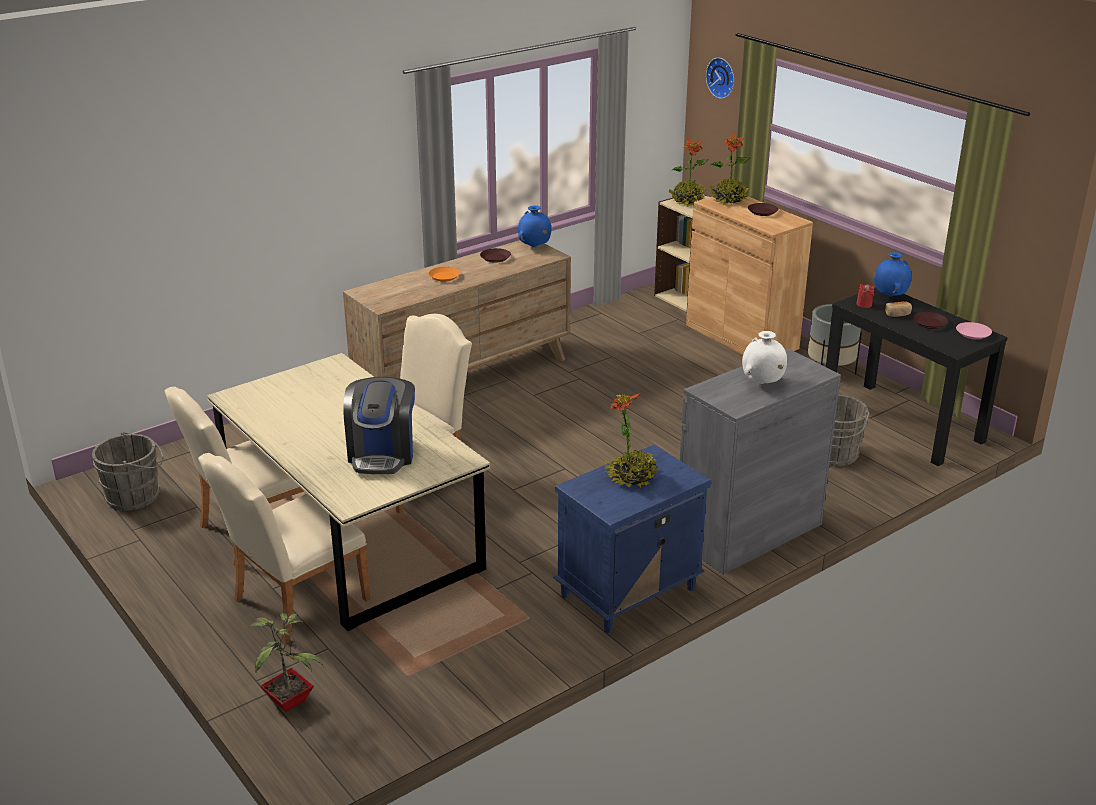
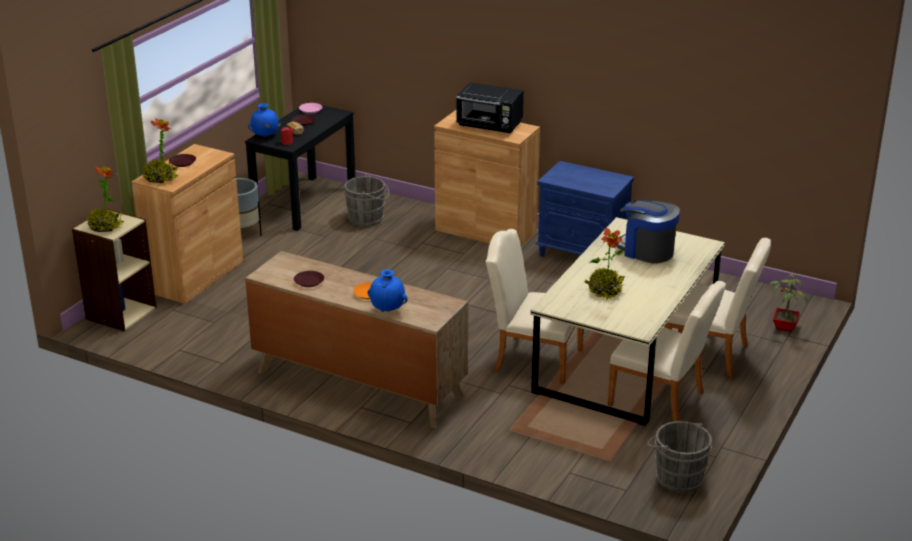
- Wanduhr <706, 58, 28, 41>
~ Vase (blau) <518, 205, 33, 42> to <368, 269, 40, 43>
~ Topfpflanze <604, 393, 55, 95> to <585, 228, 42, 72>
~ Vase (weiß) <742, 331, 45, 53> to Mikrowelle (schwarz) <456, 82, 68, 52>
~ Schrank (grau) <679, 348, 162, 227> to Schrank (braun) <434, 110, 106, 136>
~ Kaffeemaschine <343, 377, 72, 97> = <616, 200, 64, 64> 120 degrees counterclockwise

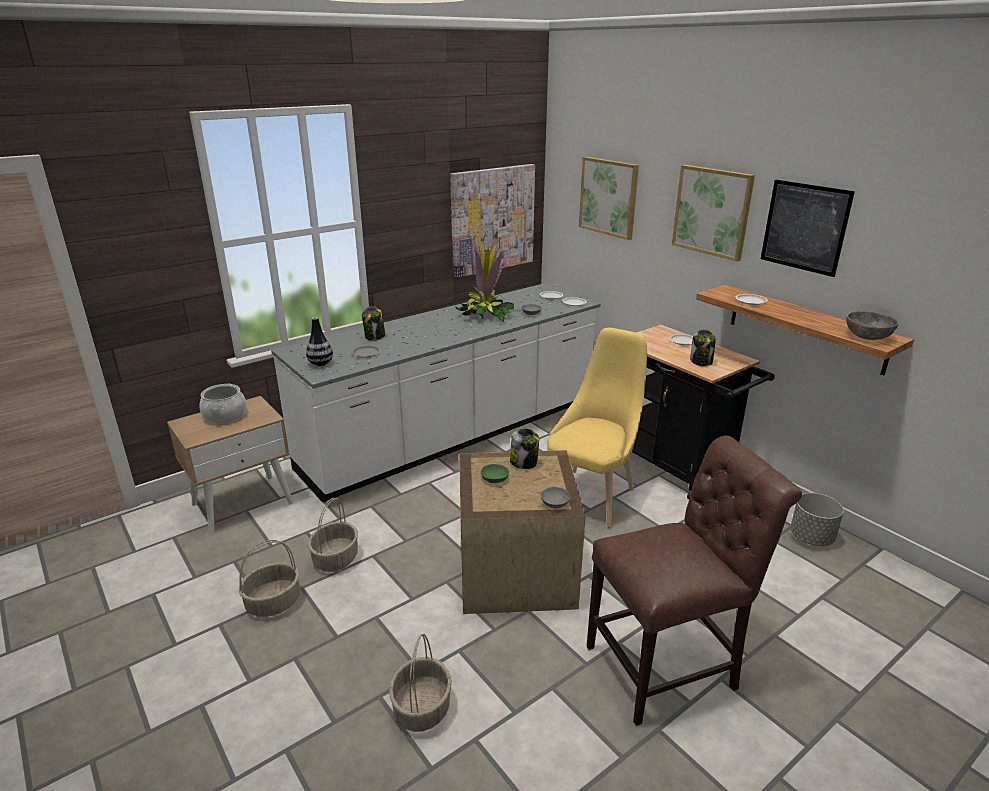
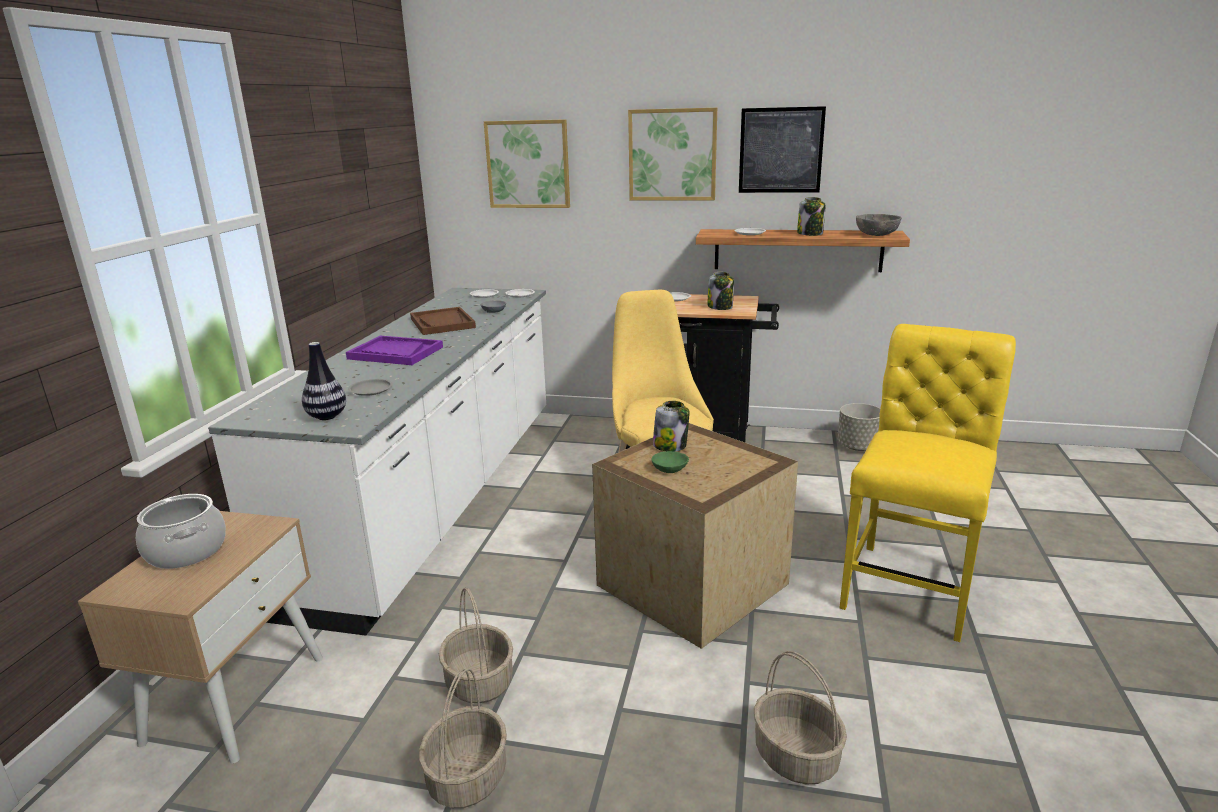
- Bild <450, 164, 85, 114>
- Schüssel (grau) <541, 487, 30, 21>
+ Tablett (lila) <346, 335, 97, 30>
~ Vorratsglas <362, 306, 23, 35> to <797, 197, 28, 39>
~ Topfpflanze <455, 232, 59, 90> to Tablett (braun) <410, 307, 66, 28>
~ Stuhl (braun) <587, 436, 215, 290> to Stuhl (gelb) <840, 324, 176, 318>

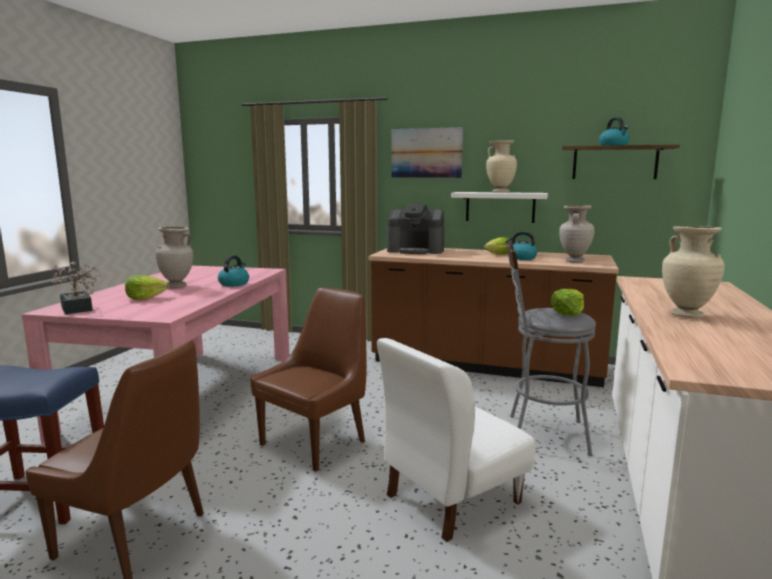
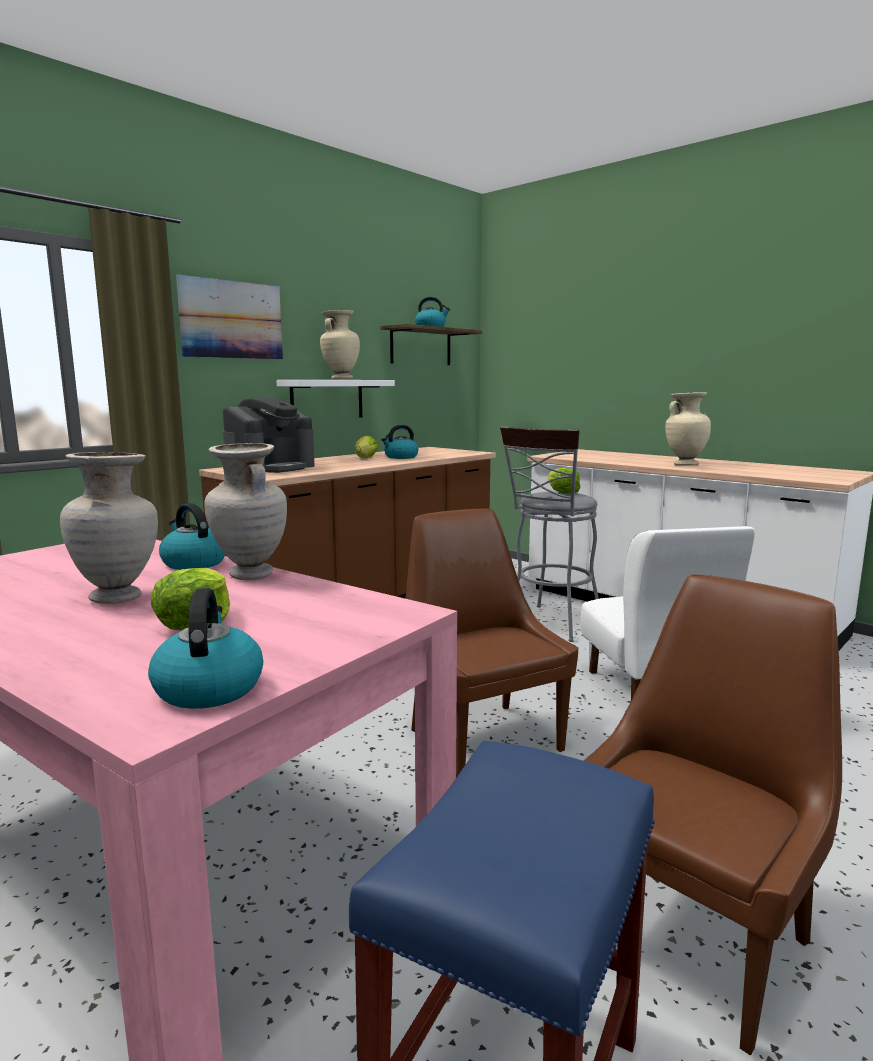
~ Vase (beige) <559, 205, 36, 57> to <204, 443, 83, 137>
~ Topfpflanze <51, 261, 50, 53> to Wasserkessel <148, 588, 115, 121>

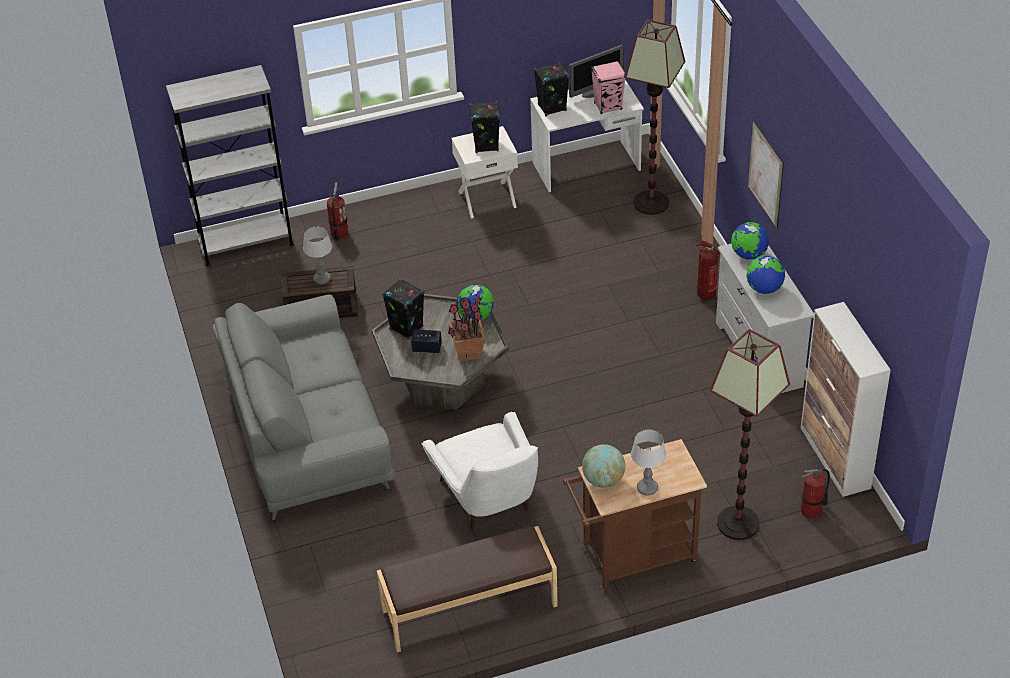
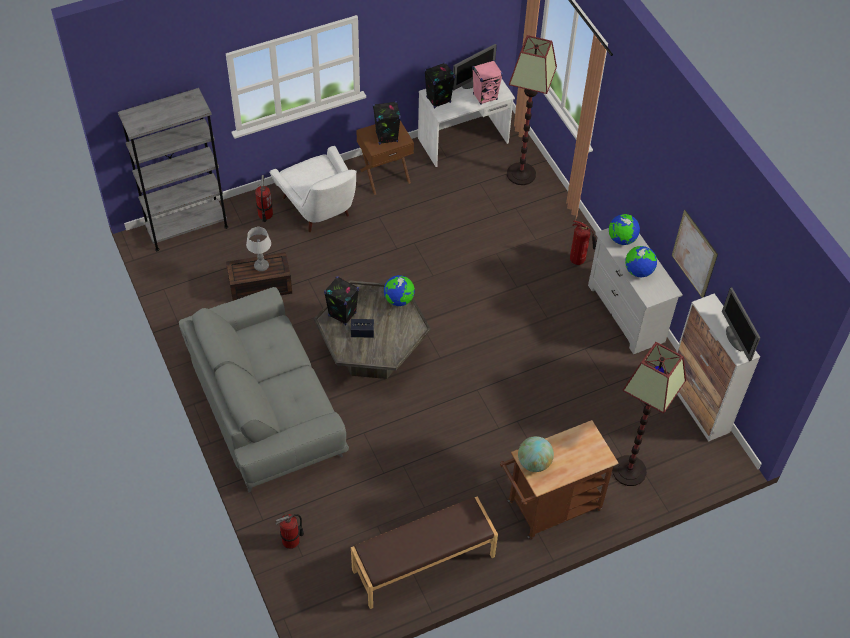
- Topfpflanze <448, 295, 37, 67>
- Tischlampe <631, 430, 35, 66>
+ Monitor <722, 287, 38, 74>
~ Sessel (weiß) <421, 412, 117, 118> to <269, 146, 88, 86>
~ Bild <748, 121, 36, 107> to <672, 210, 46, 88>
~ Feuerlöscher <801, 468, 29, 51> to <275, 514, 29, 35>
~ Nachttisch (weiß) <452, 126, 66, 93> to Nachttisch (braun) <356, 121, 58, 74>

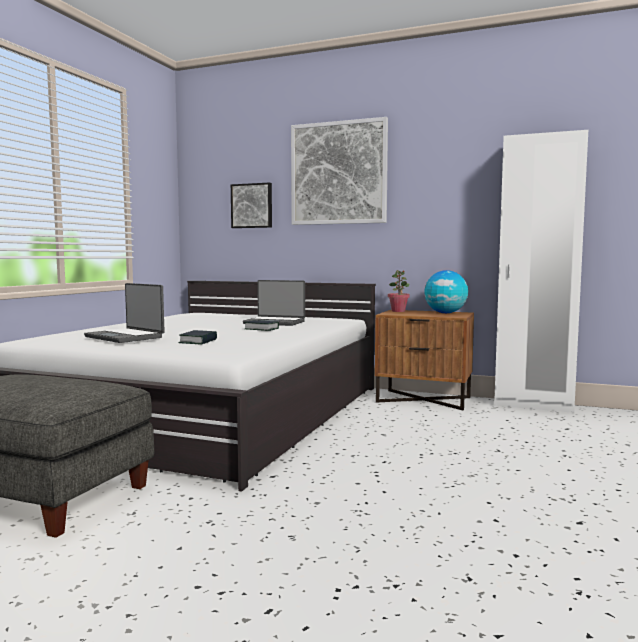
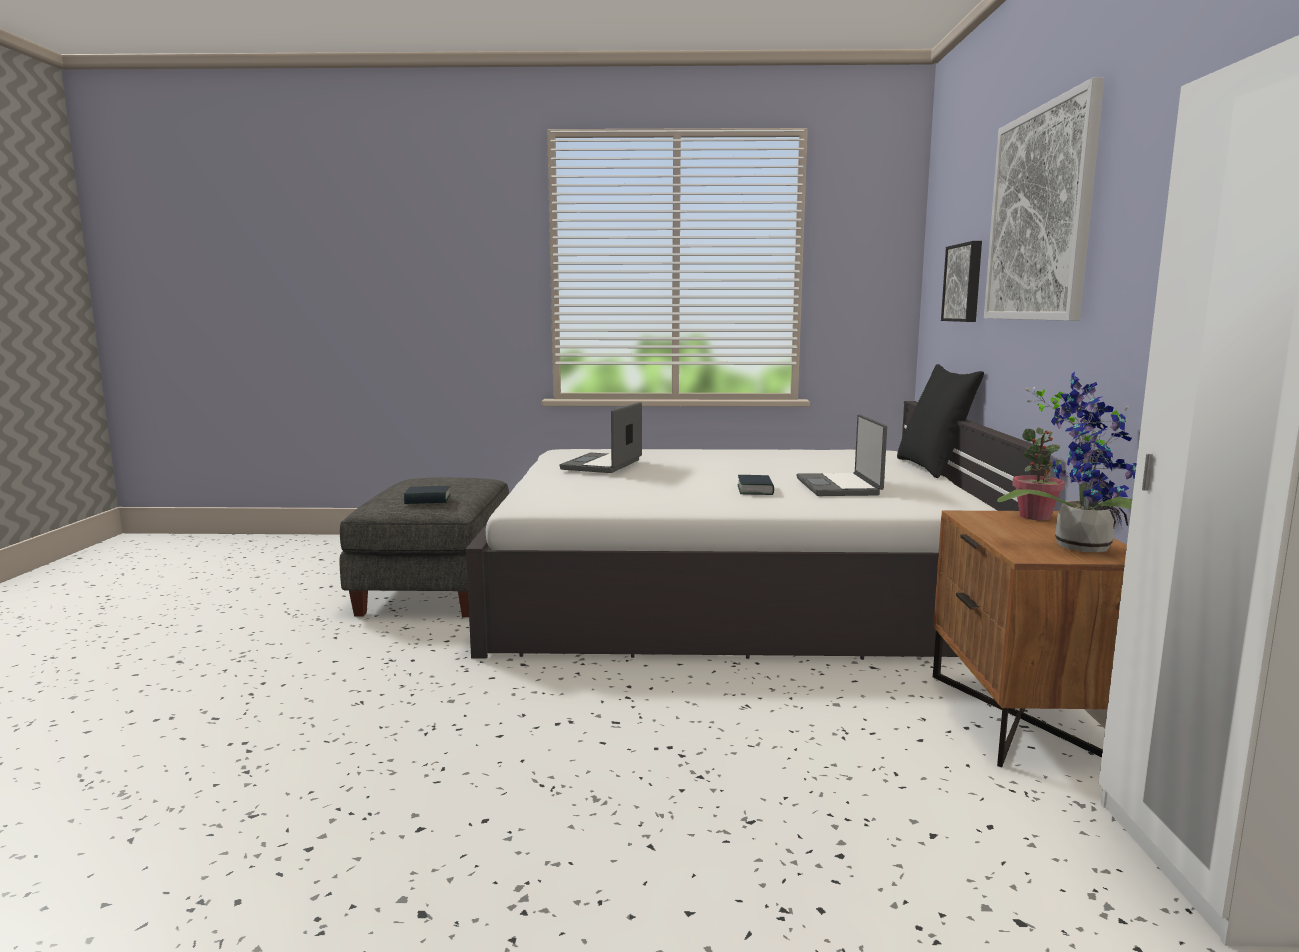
+ Kissen (schwarz) <897, 364, 87, 114>
~ Buch <179, 330, 38, 15> to <404, 486, 46, 18>
~ Globus <424, 270, 44, 43> to Topfpflanze <997, 372, 140, 180>

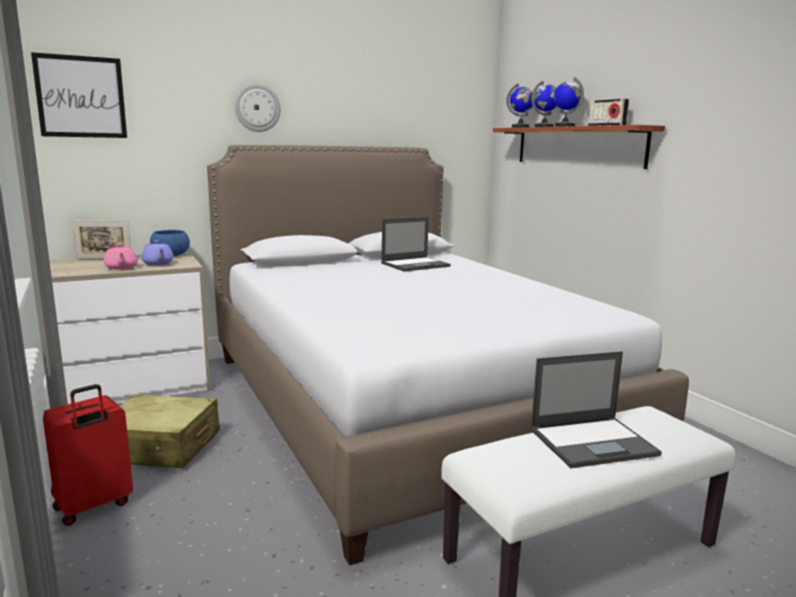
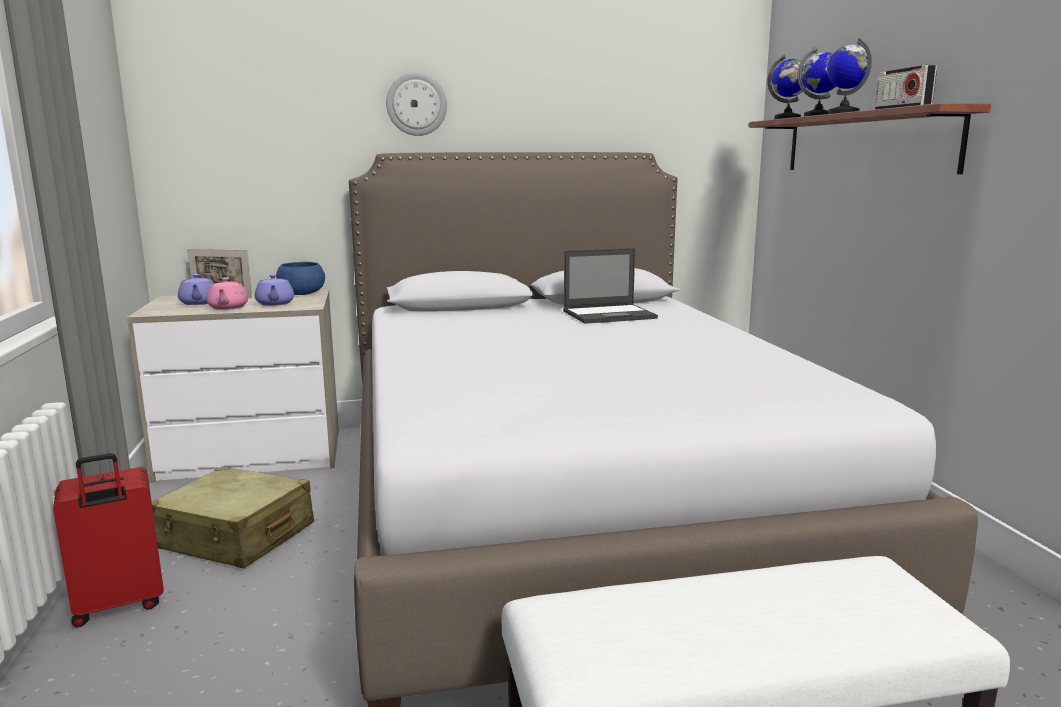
- Bild <31, 52, 96, 86>
- Laptop <530, 351, 132, 117>
+ Teekanne (lila) <178, 274, 36, 31>

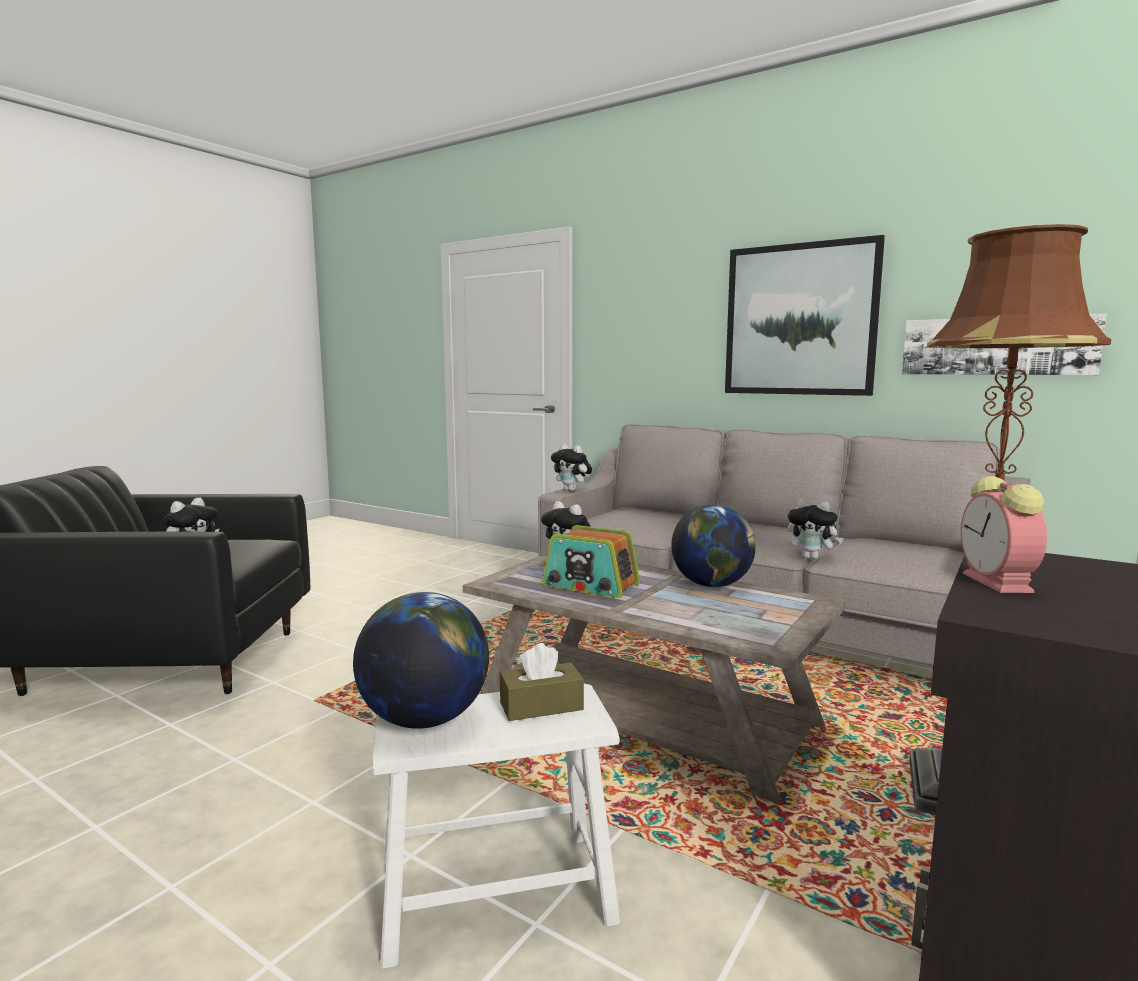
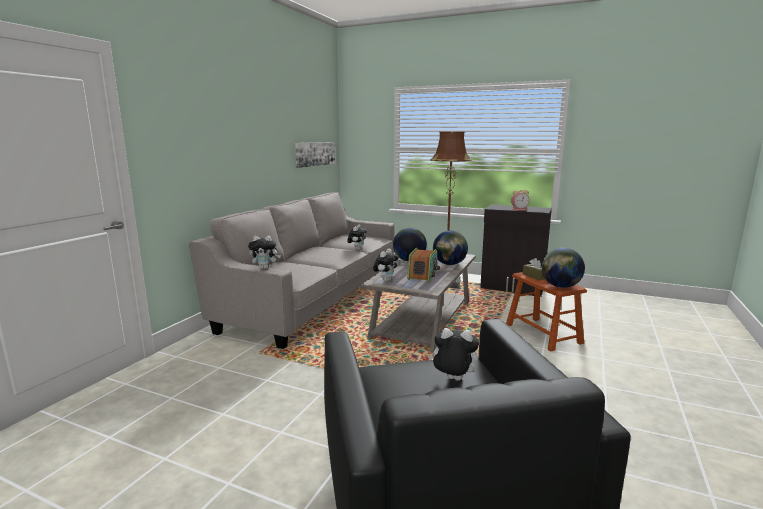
- Bild <725, 235, 160, 161>
+ Globus <433, 231, 35, 34>
~ Hocker (weiß) <372, 684, 248, 285> to Hocker (braun) <506, 272, 81, 80>
~ Plüschtier <551, 444, 41, 47> = <248, 236, 33, 33> 60 degrees clockwise

